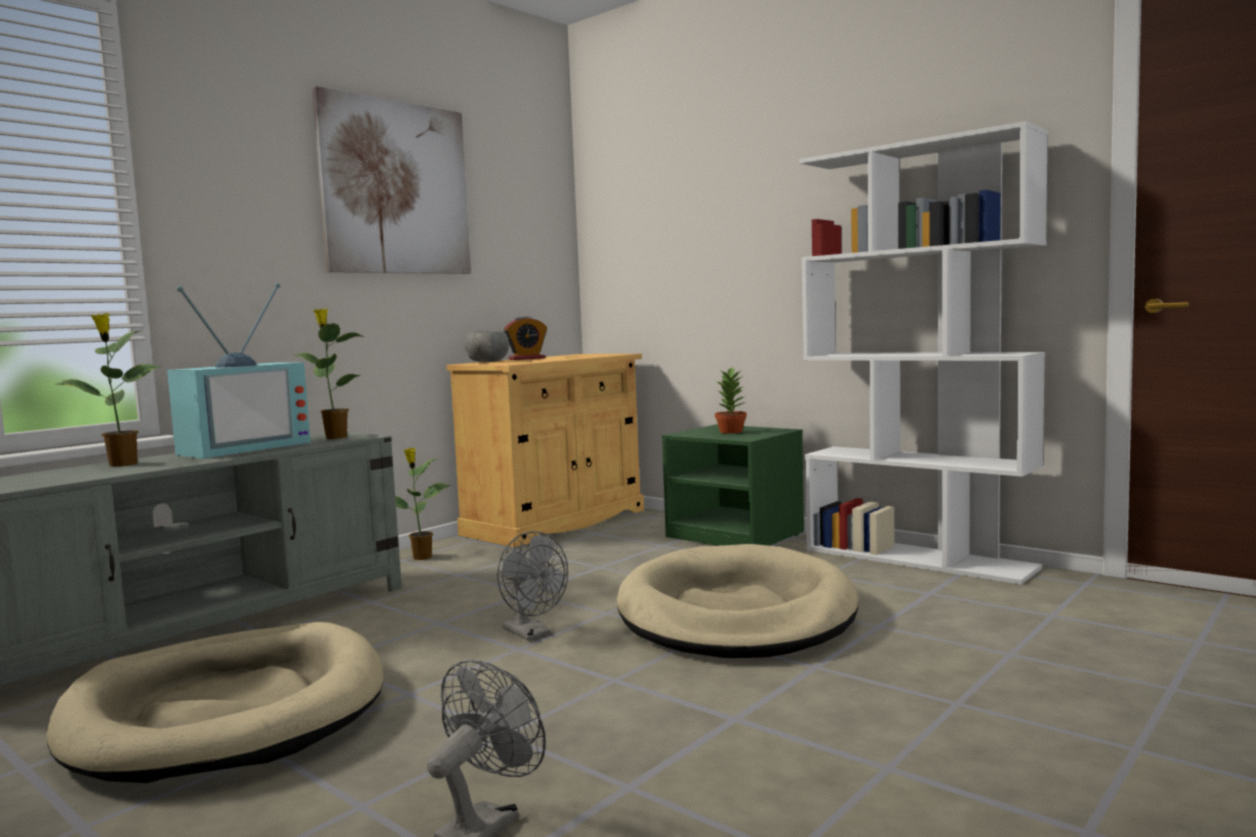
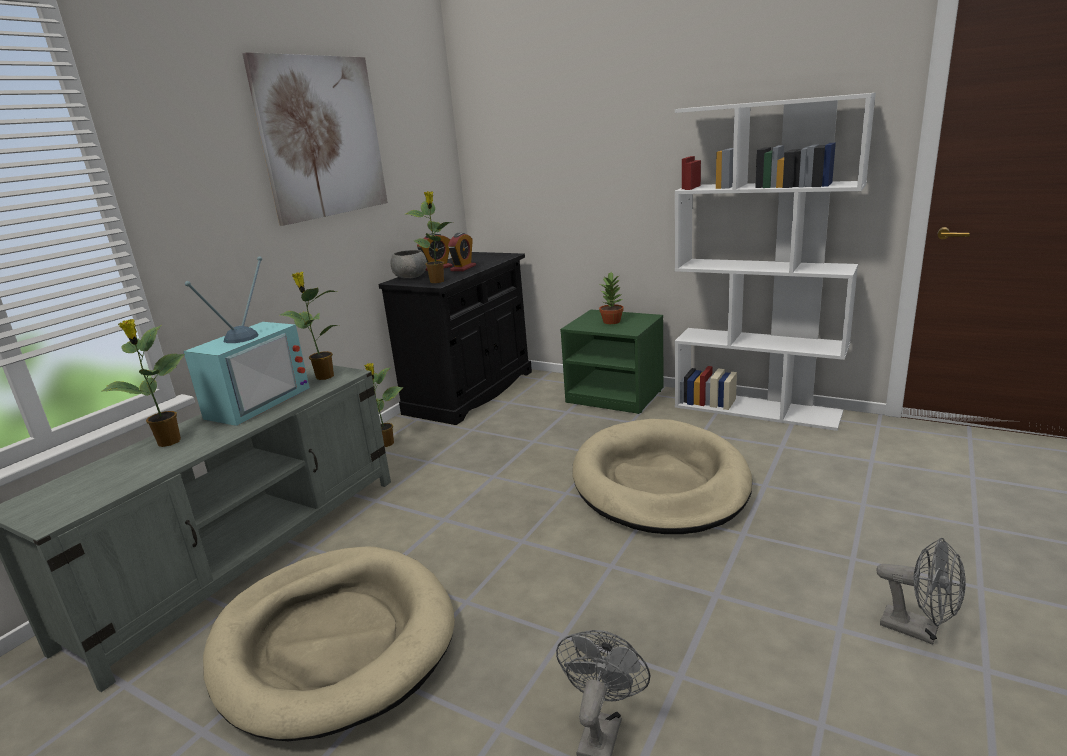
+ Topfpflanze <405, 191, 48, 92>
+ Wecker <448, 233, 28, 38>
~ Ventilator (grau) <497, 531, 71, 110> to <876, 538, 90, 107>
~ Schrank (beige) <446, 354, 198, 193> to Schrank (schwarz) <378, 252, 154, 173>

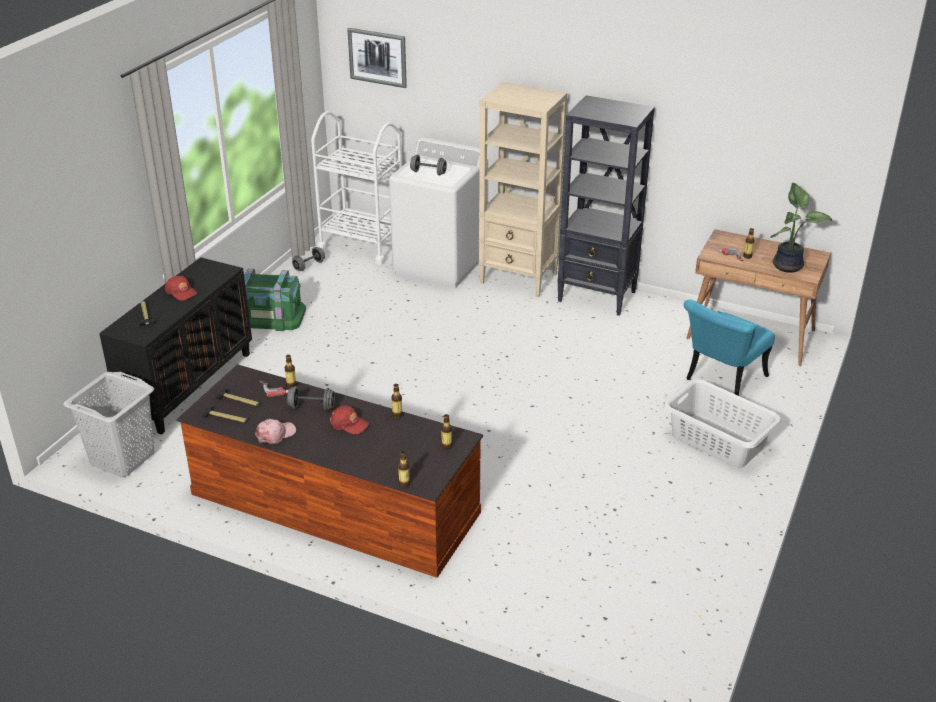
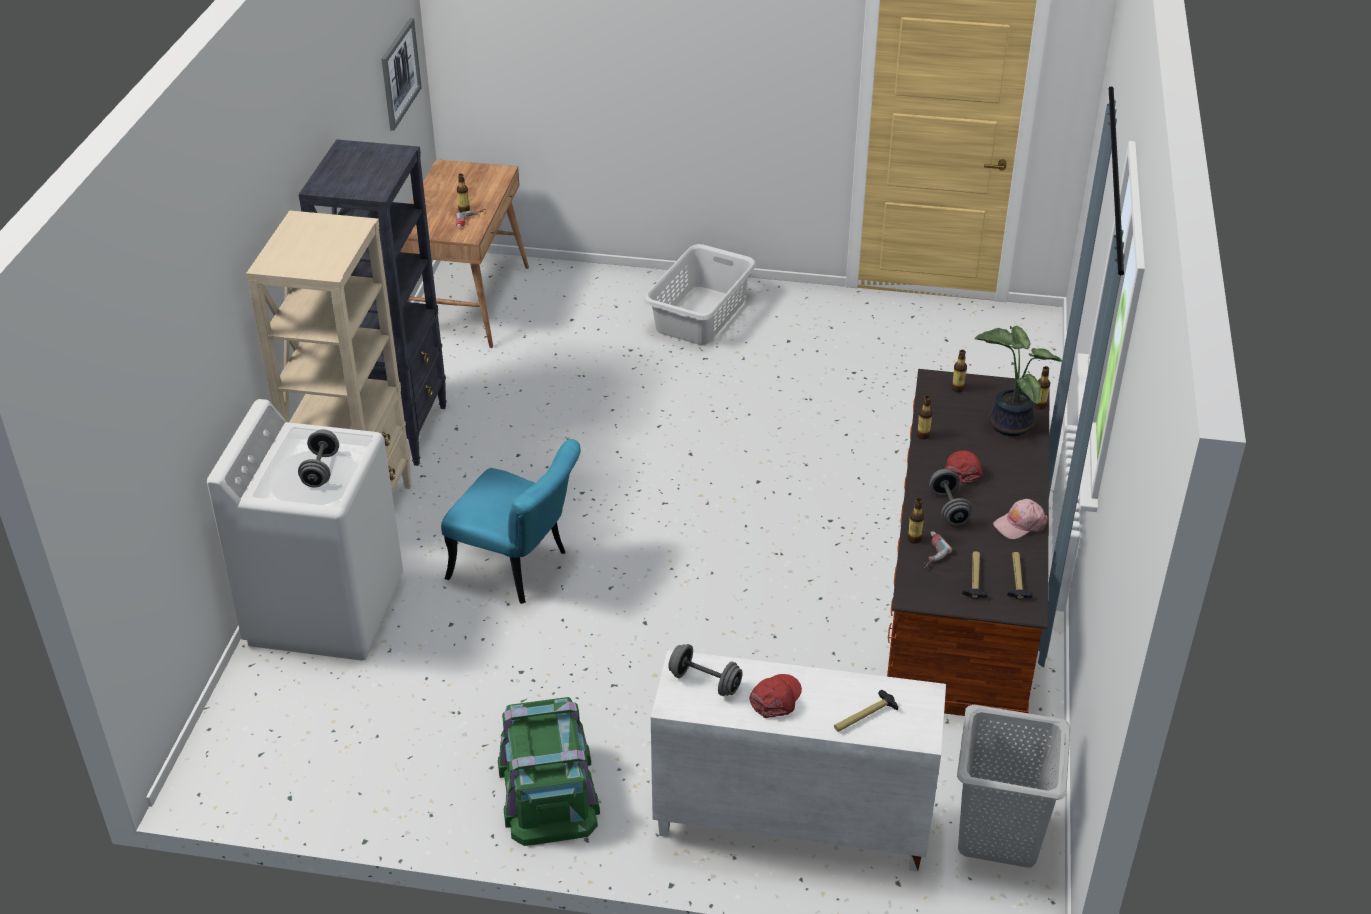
- Rollwagen (weiß) <311, 111, 91, 154>
~ Hantel (grau) <292, 247, 33, 24> to <668, 644, 75, 52>
~ Bild <347, 28, 60, 60> to <382, 18, 40, 113>
~ Stuhl (türkis) <683, 299, 92, 97> to <441, 439, 140, 165>
~ Topfpflanze <770, 183, 62, 90> to <974, 326, 91, 110>
~ Schrank (schwarz) <99, 257, 153, 178> to Schrank (weiß) <651, 649, 295, 223>
~ Kappe (rosa) <255, 419, 41, 25> = <993, 499, 55, 40> 60 degrees counterclockwise

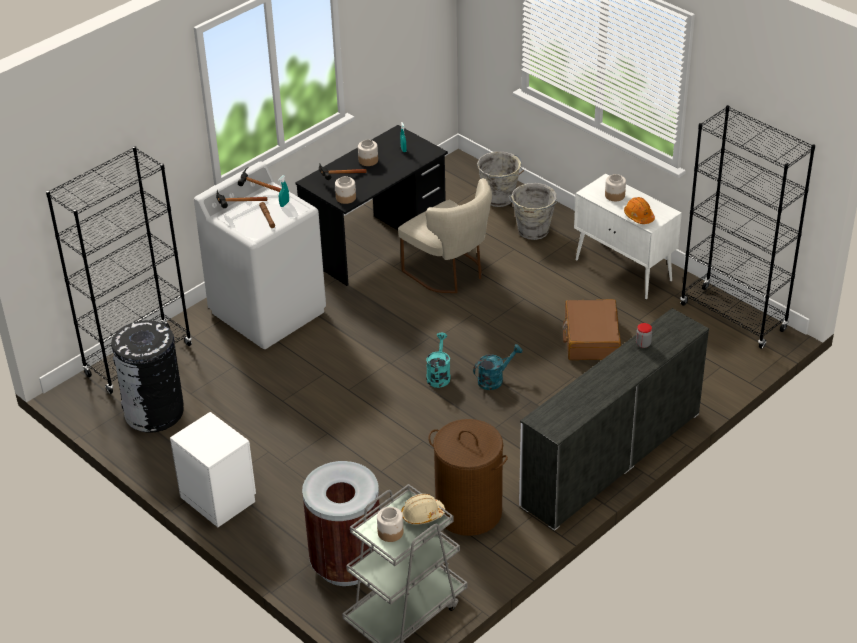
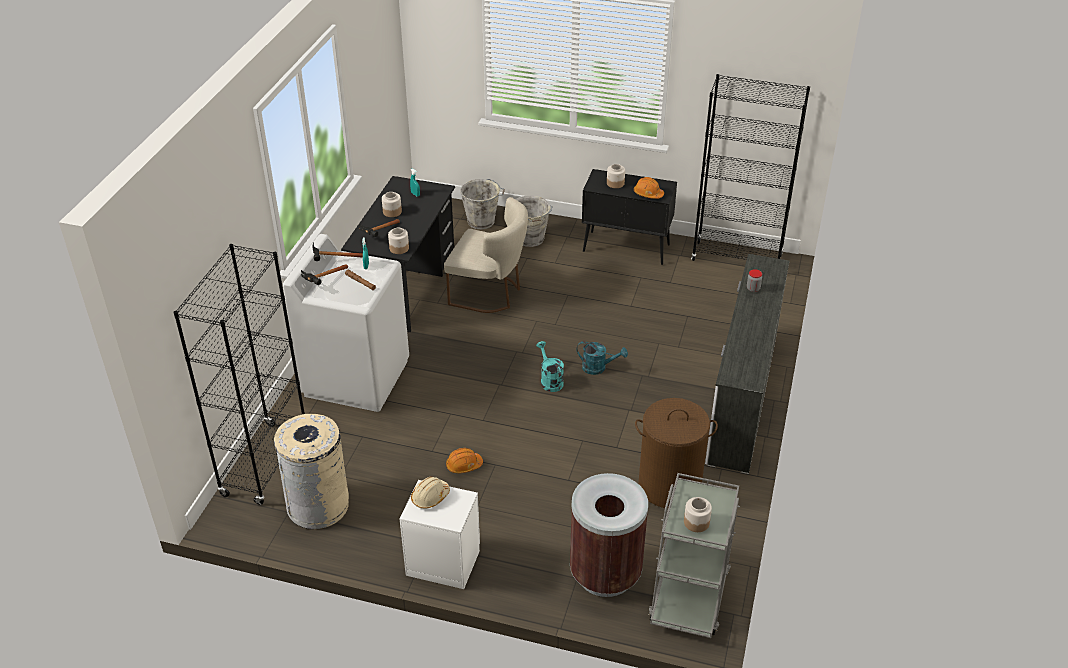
- Koffer (braun) <563, 299, 58, 61>
+ Schutzhelm (orange) <446, 448, 37, 25>
~ Schutzhelm (beige) <401, 494, 44, 31> to <411, 477, 39, 32>
~ Mülleimer (schwarz) <111, 320, 73, 113> to Mülleimer (beige) <274, 414, 75, 115>
~ Schrank (weiß) <574, 174, 108, 126> to Schrank (schwarz) <582, 169, 95, 96>
~ Gießkanne (türkis) <473, 344, 50, 46> = <576, 341, 52, 34> 75 degrees clockwise

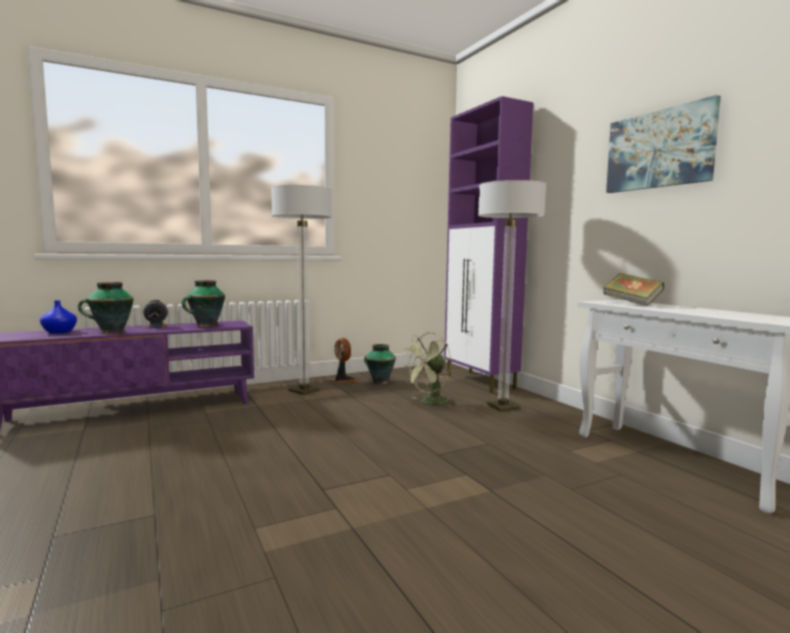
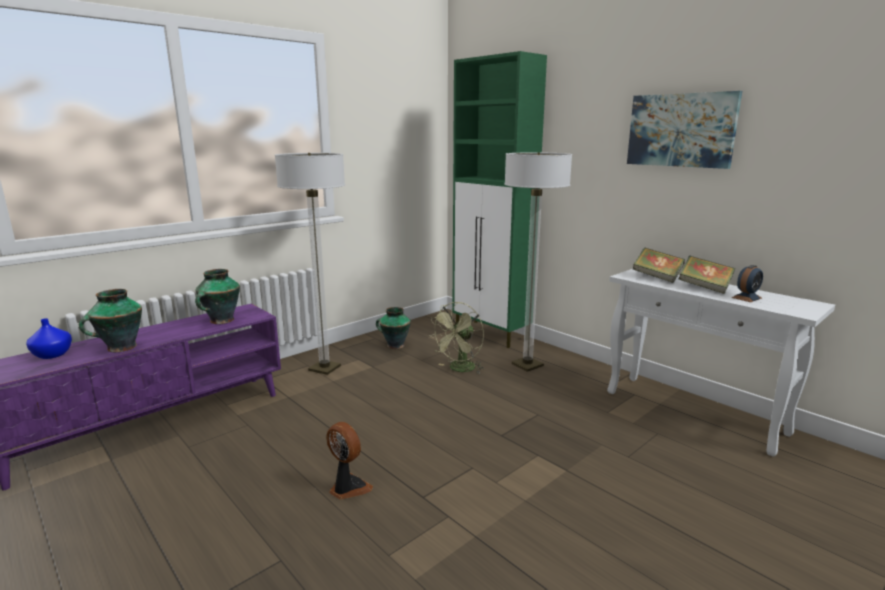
+ Buch <679, 256, 56, 38>
~ Wecker <143, 300, 25, 28> to <731, 265, 32, 37>
~ Ventilator <333, 338, 25, 44> to <326, 422, 47, 78>
~ Schrank (lila) <444, 96, 89, 297> to Schrank (grün) <452, 51, 95, 297>

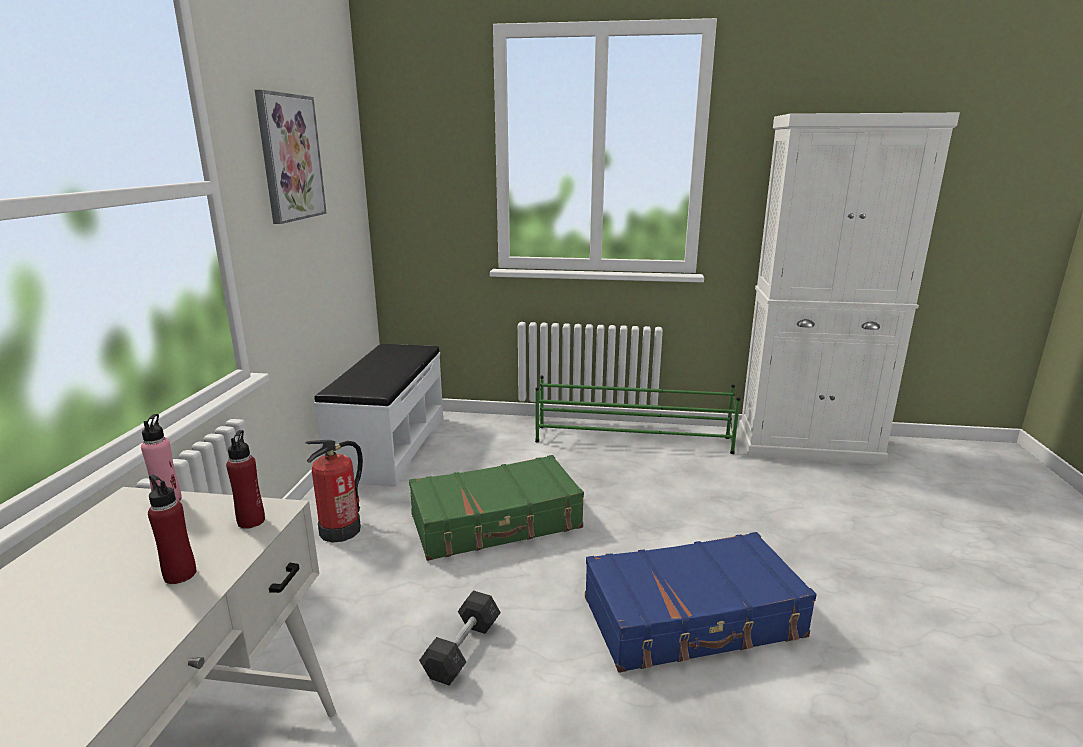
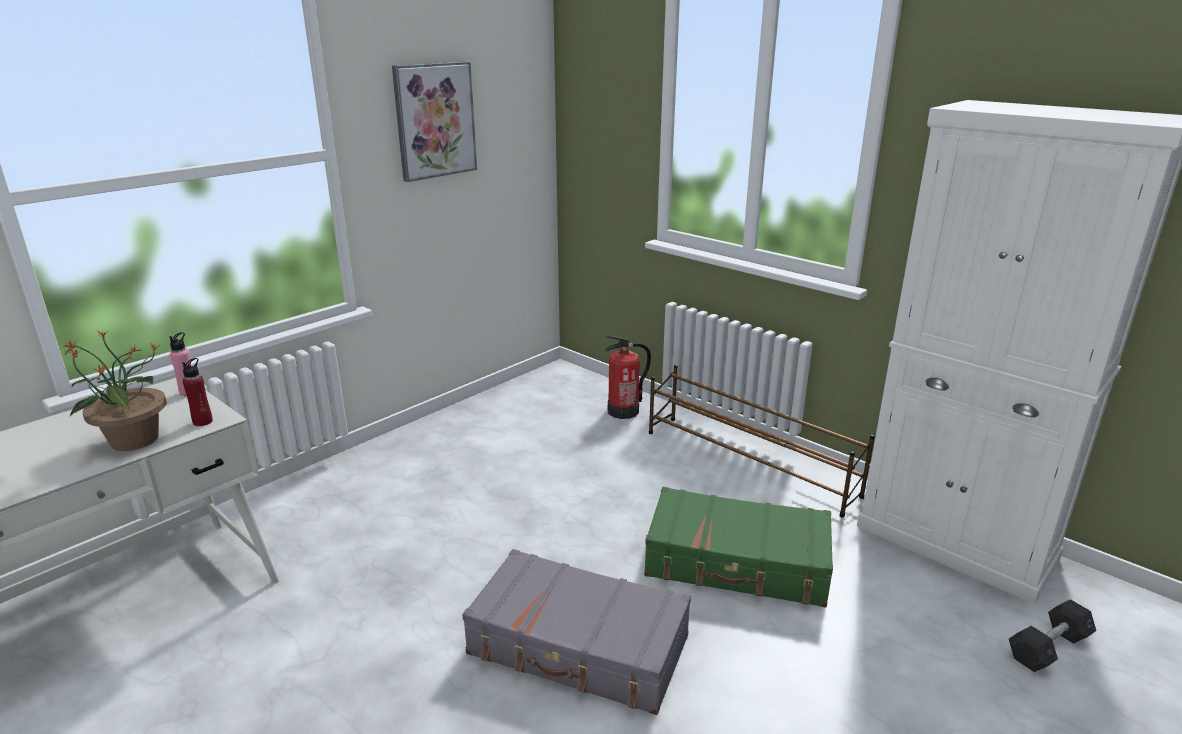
- Bank (weiß) <314, 344, 129, 143>
~ Feuerlöscher <305, 440, 58, 103> to <605, 335, 46, 84>
~ Koffer (grün) <409, 455, 175, 106> to <644, 487, 189, 121>
~ Hantel (grau) <419, 590, 82, 96> to <1009, 599, 87, 73>
~ Flasche (rot) <148, 475, 48, 109> to Topfpflanze <64, 330, 103, 121>
~ Schuhregal (grün) <535, 376, 205, 78> to Schuhregal (braun) <649, 365, 226, 153>
~ Koffer (blau) <585, 532, 232, 141> to Koffer (grau) <462, 549, 229, 166>

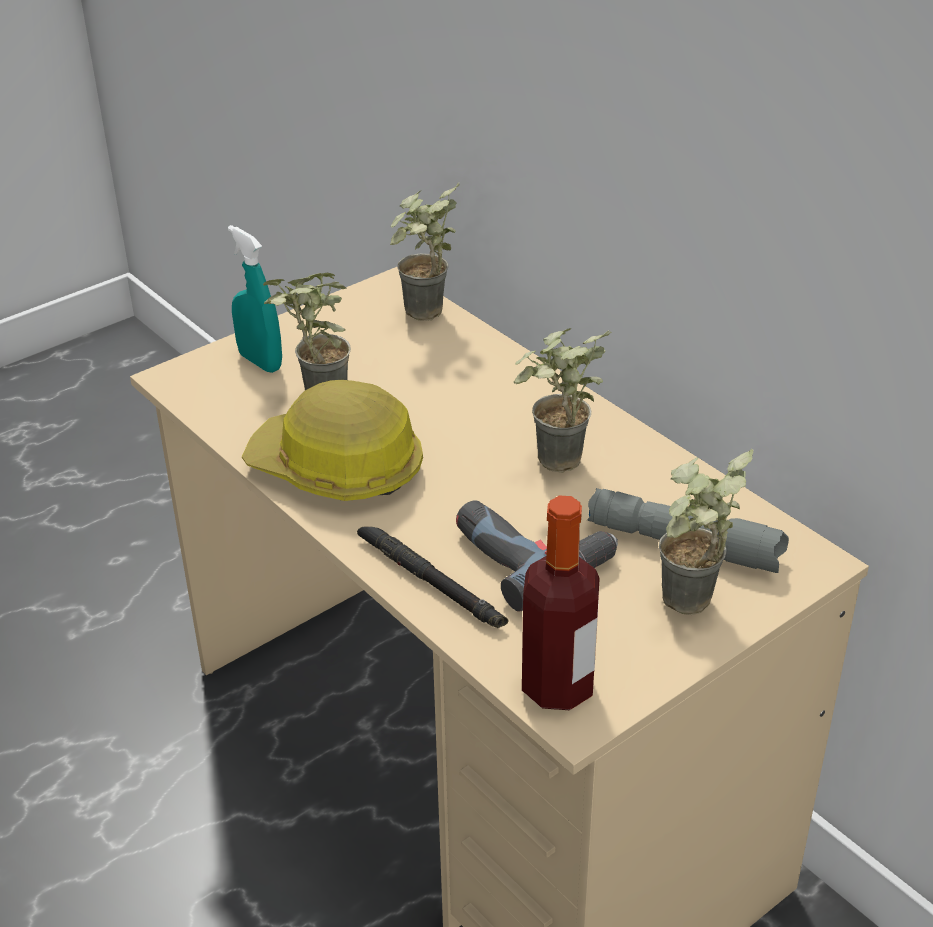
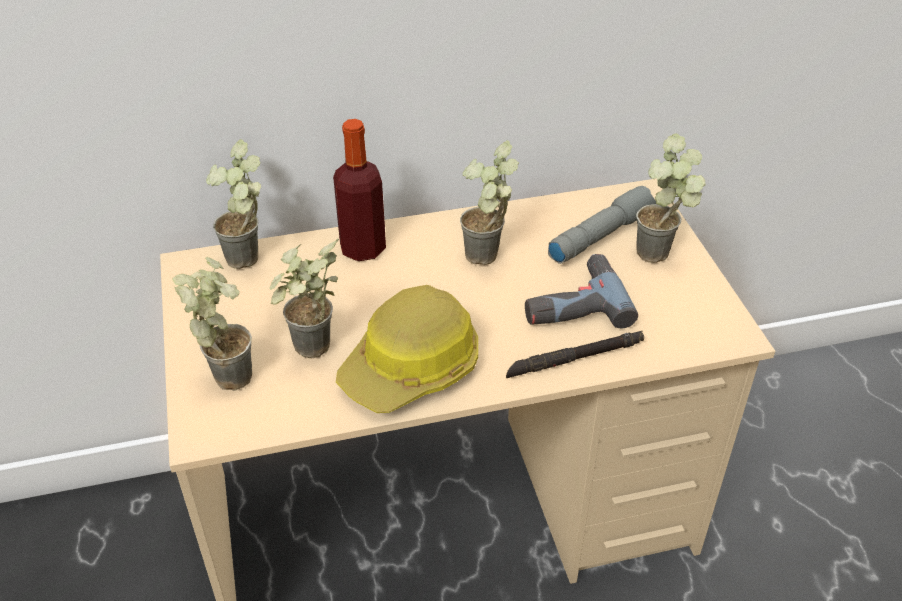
~ Flasche <522, 495, 78, 215> to <333, 119, 53, 142>
~ Sprühflasche (türkis) <228, 225, 54, 148> to Topfpflanze <172, 257, 80, 134>

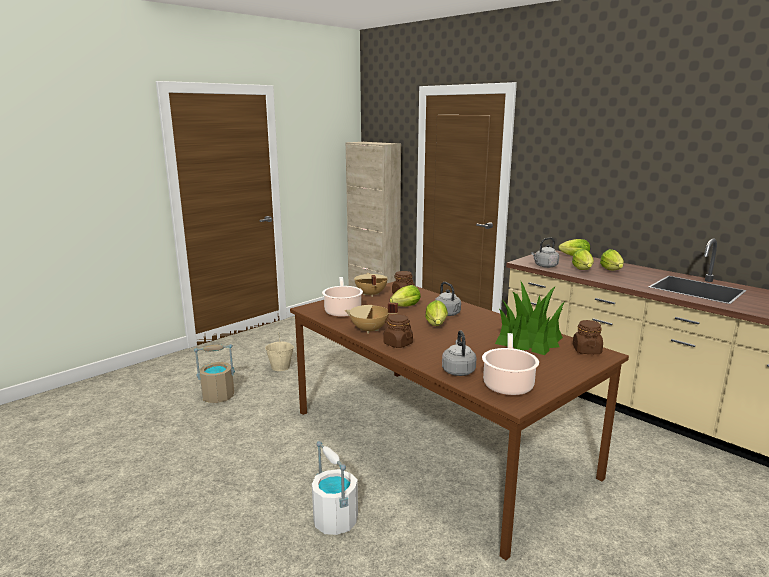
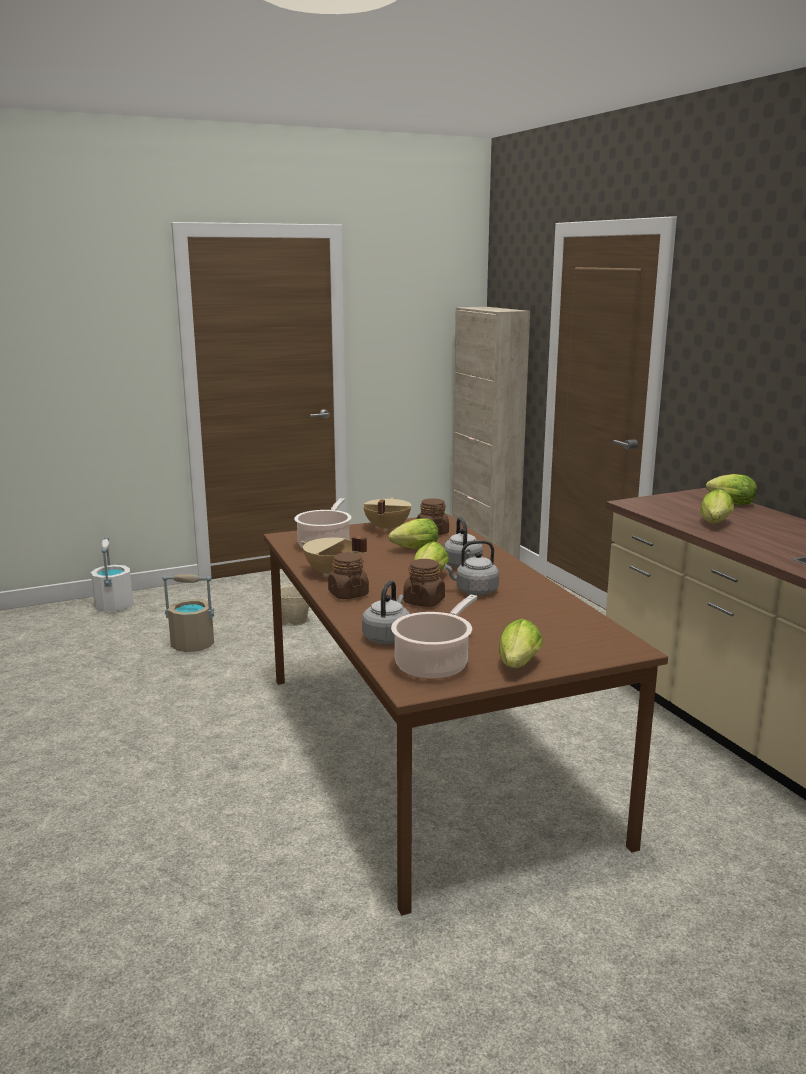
- Topfpflanze <495, 282, 69, 73>
~ Eimer (weiß) <312, 441, 46, 94> to <91, 537, 42, 74>
~ Wasserkessel (grau) <531, 237, 28, 31> to <444, 540, 55, 55>
~ Vorratsglas (braun) <573, 320, 30, 34> to <403, 559, 42, 48>
~ Salatkopf <600, 249, 24, 21> to <499, 619, 44, 49>

